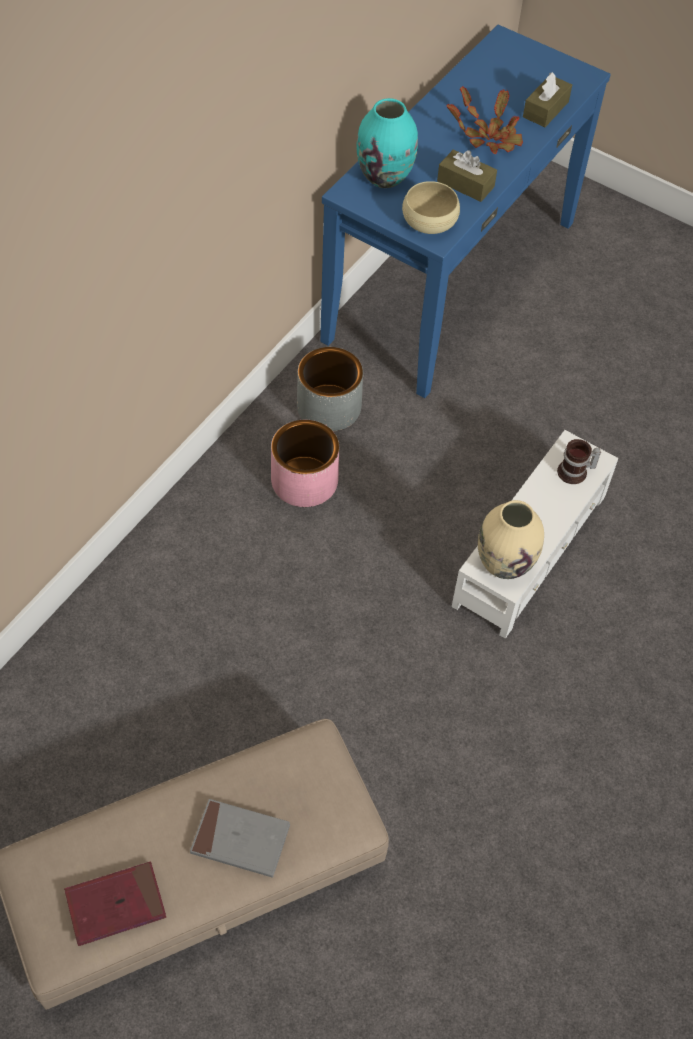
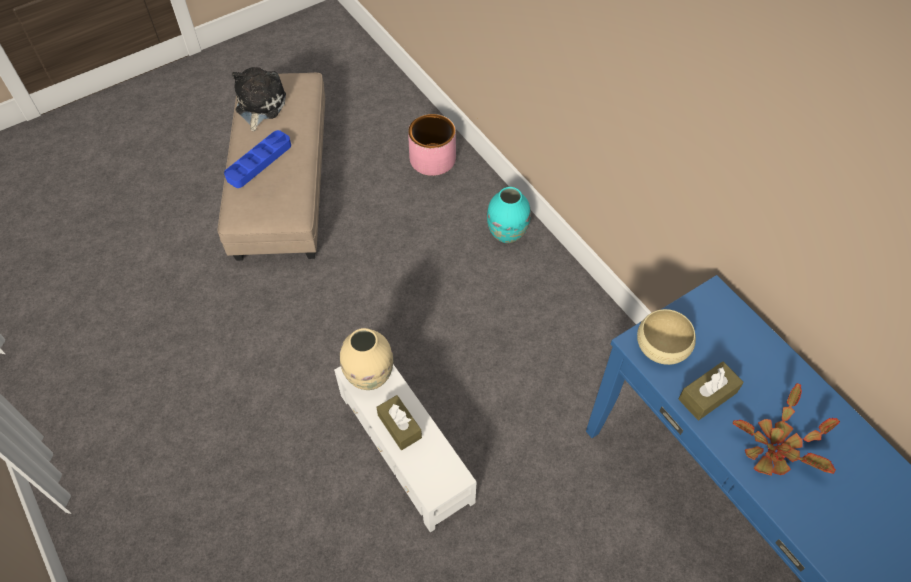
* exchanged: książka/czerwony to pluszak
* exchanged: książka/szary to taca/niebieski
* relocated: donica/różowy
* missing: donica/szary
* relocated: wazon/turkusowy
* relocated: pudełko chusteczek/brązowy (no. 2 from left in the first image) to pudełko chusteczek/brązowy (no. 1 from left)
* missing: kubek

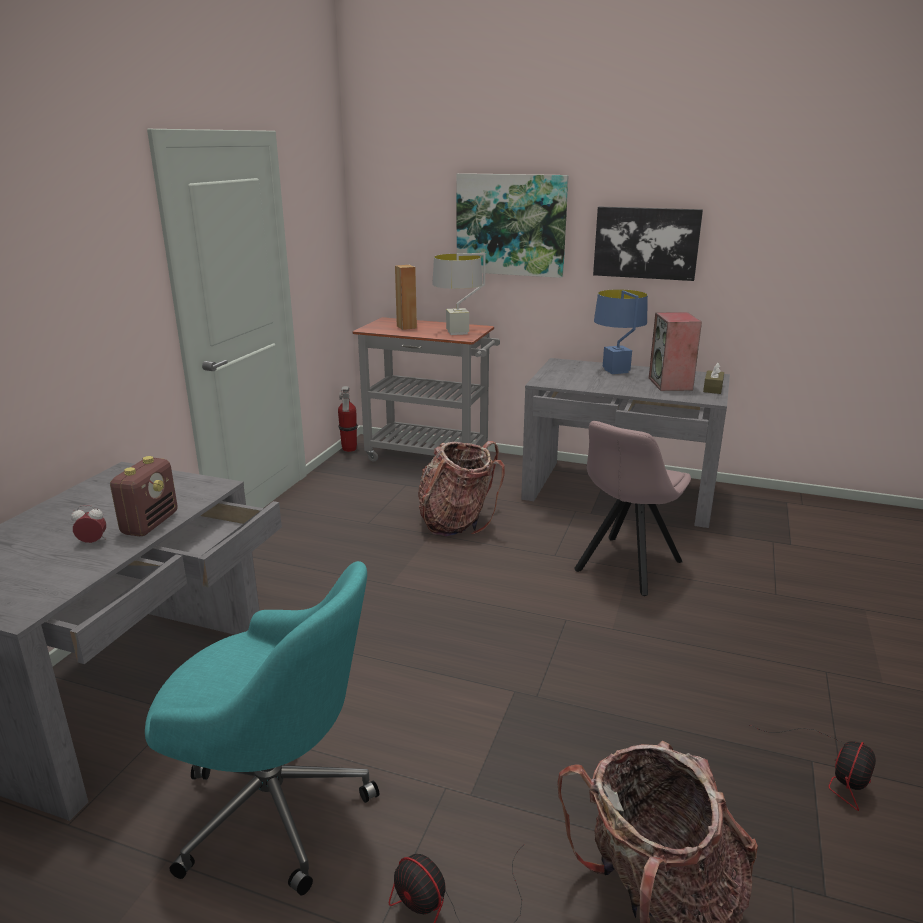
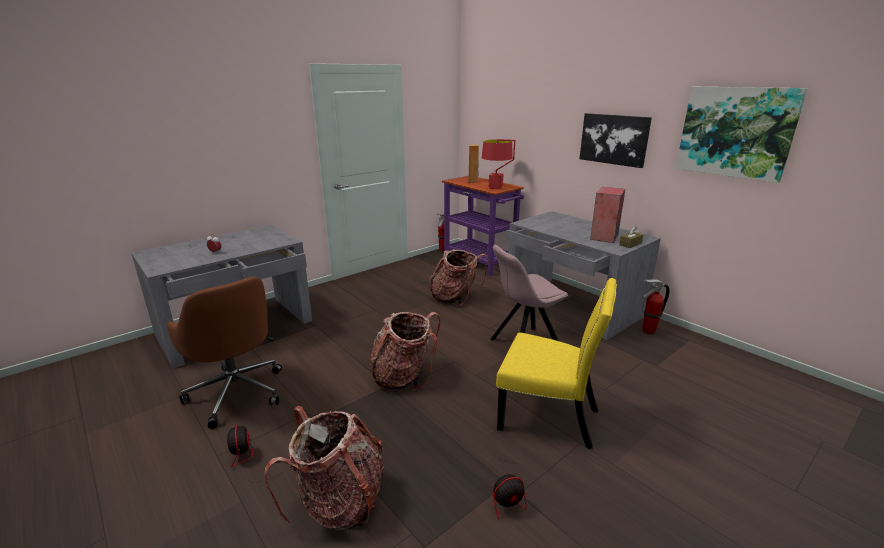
* missing: radio
* colour: krzesło biurowe/turkusowy to krzesło biurowe/brązowy
* colour: wózek/szary to wózek/fioletowy
* colour: lampa stołowa/szary to lampa stołowa/czerwony
* relocated: obraz (no. 1 from left in the first image) to obraz (no. 2 from left)
* missing: lampa stołowa/niebieski
* appeared: plecak (no. 2 from left)
* appeared: krzesło/żółty
* appeared: gaśnica (no. 2 from left)

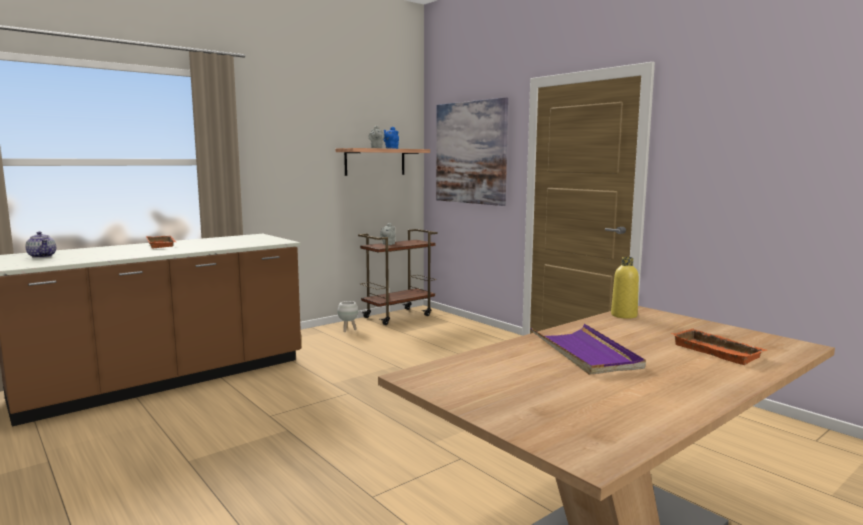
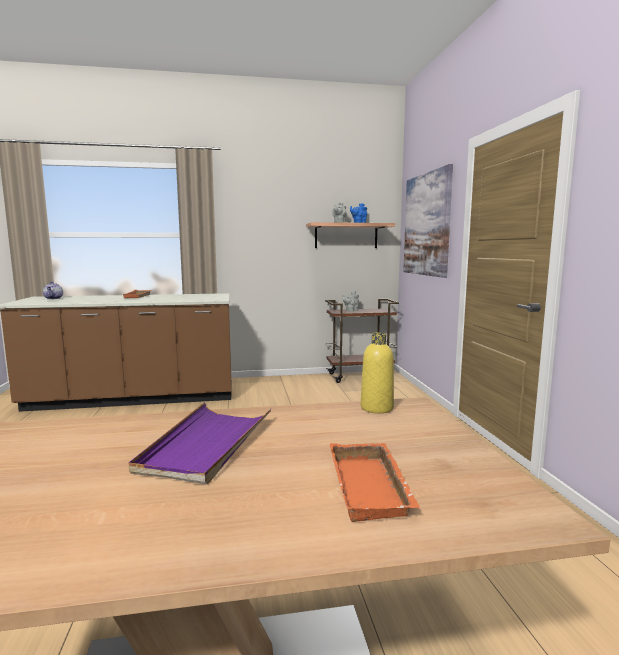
* missing: donica/biały

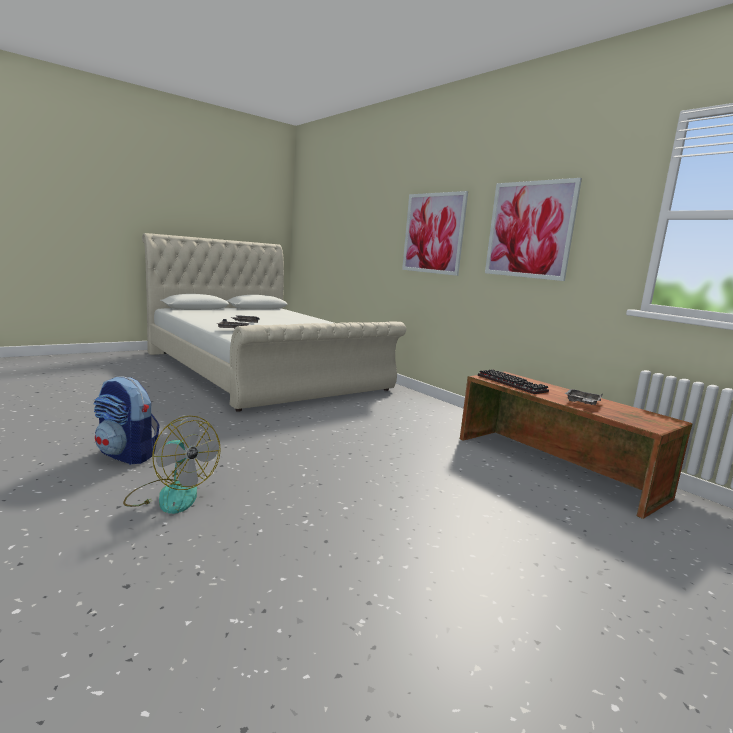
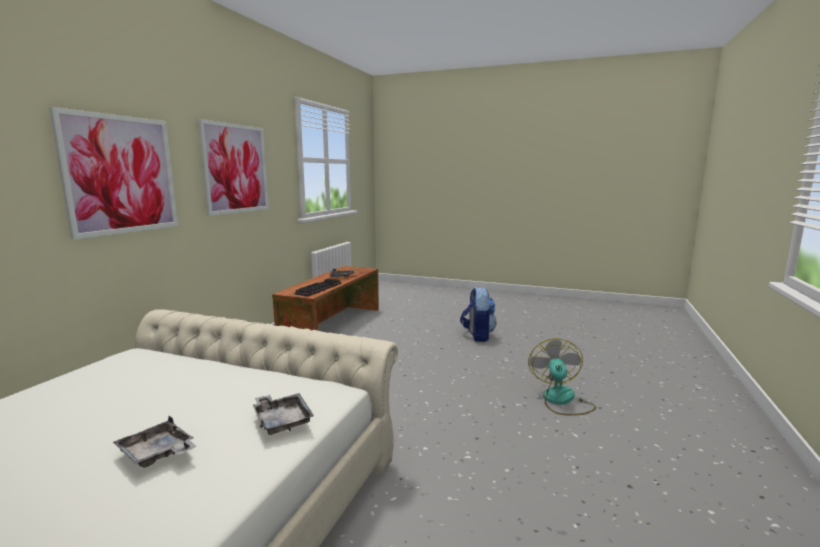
* relocated: plecak

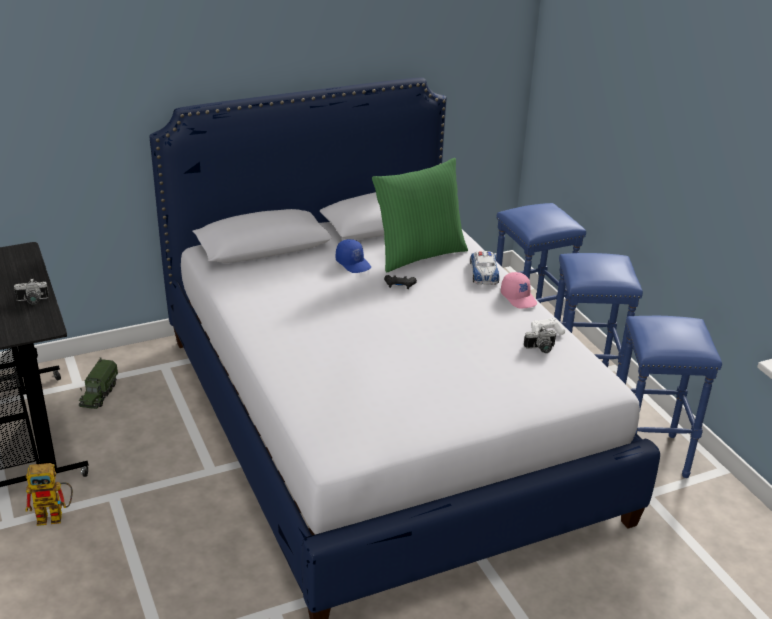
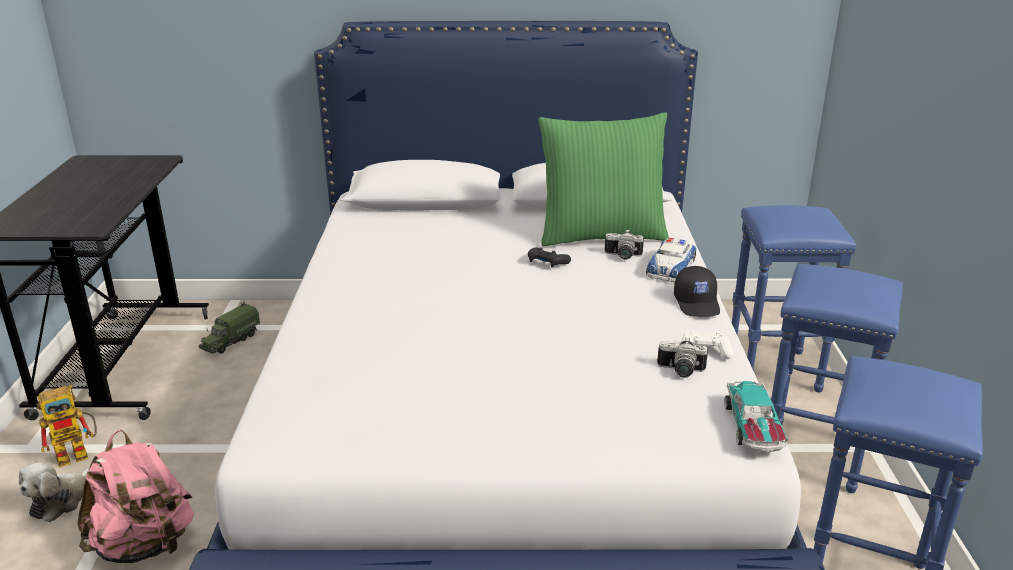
* relocated: aparat fotograficzny (no. 1 from left)
* spun: robot zabawkowy 45 degrees counterclockwise
* missing: czapka z daszkiem/niebieski
* colour: czapka z daszkiem/różowy to czapka z daszkiem/czarny
* appeared: pluszak
* appeared: plecak/różowy
* appeared: samochodzik (no. 2 from left)

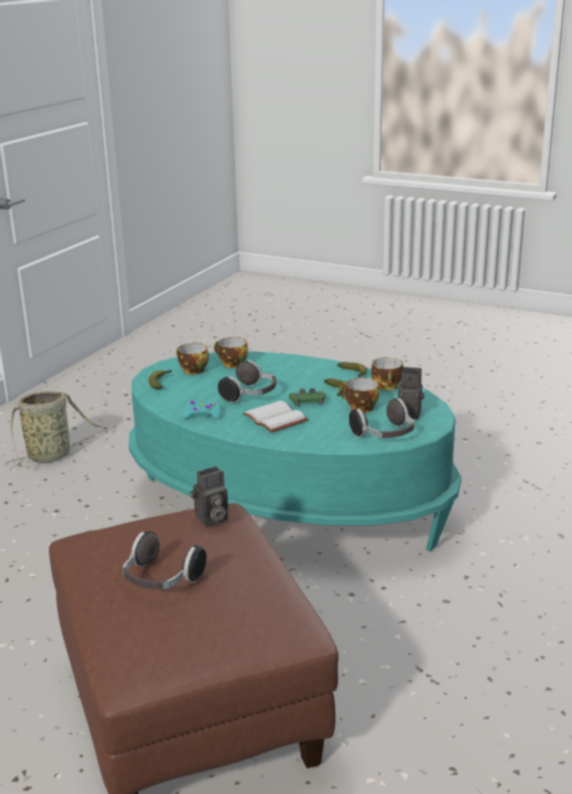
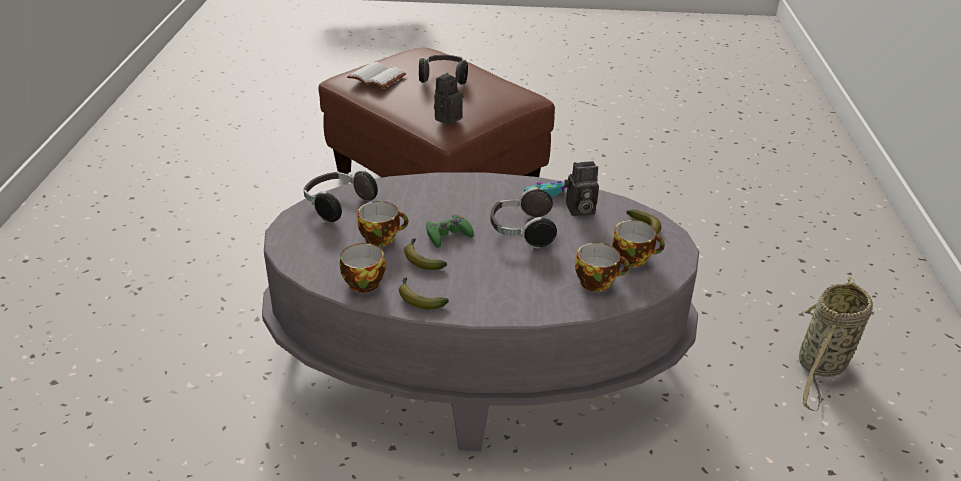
* colour: ława/turkusowy to ława/szary
* relocated: książka/biały
* relocated: aparat fotograficzny (no. 2 from left)

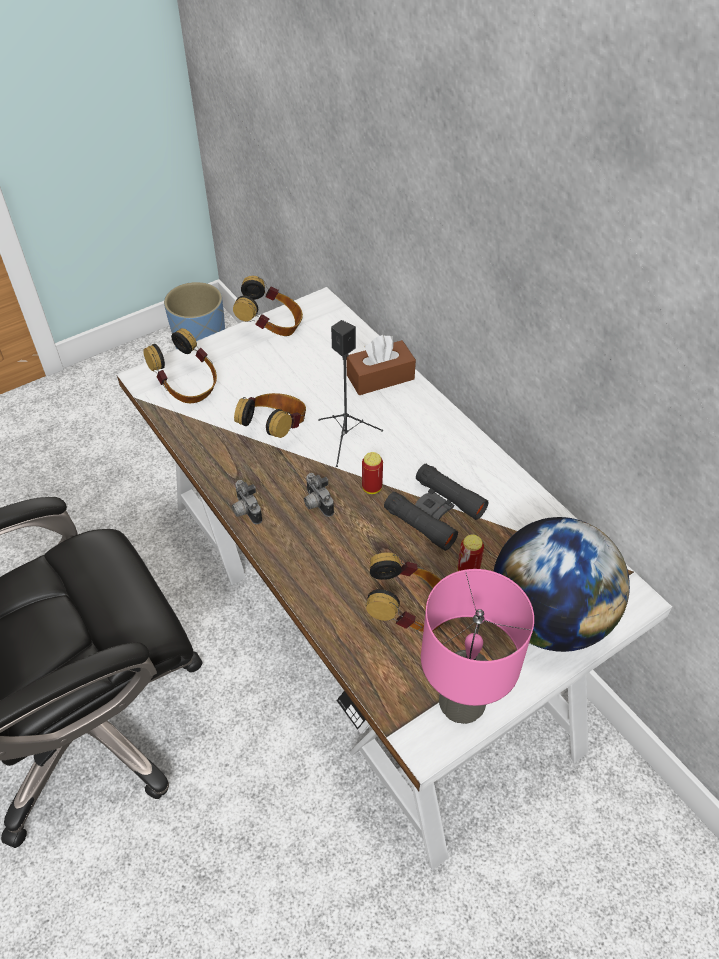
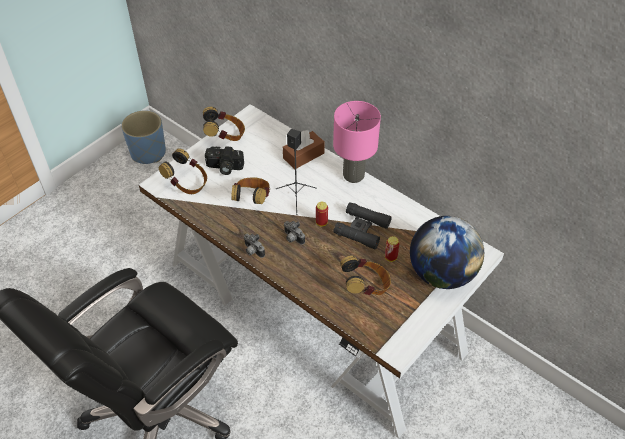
* relocated: lampa stołowa/różowy
* appeared: aparat fotograficzny (no. 1 from left)

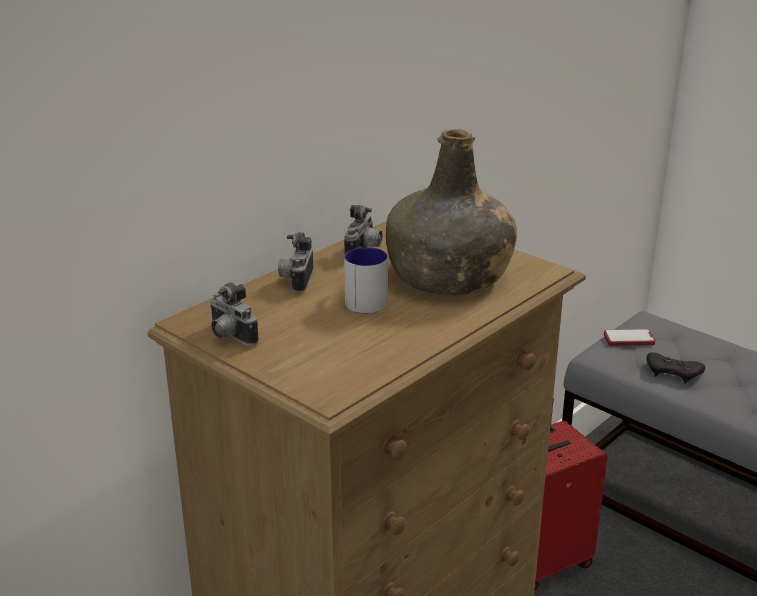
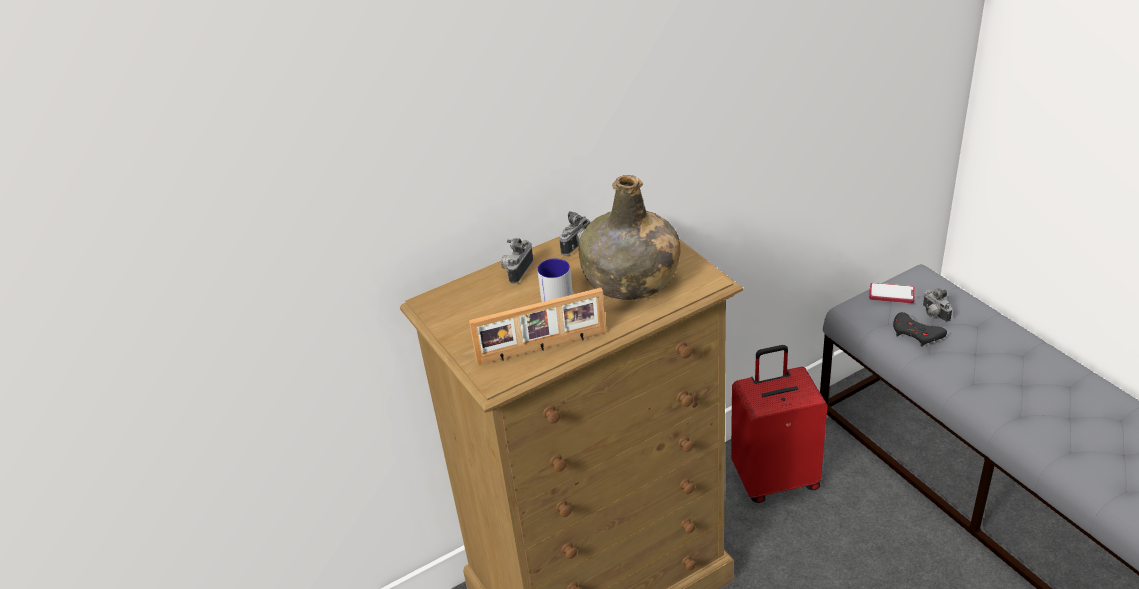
* relocated: aparat fotograficzny (no. 1 from left in the first image) to aparat fotograficzny (no. 3 from left)
* appeared: ramka na zdjęcie

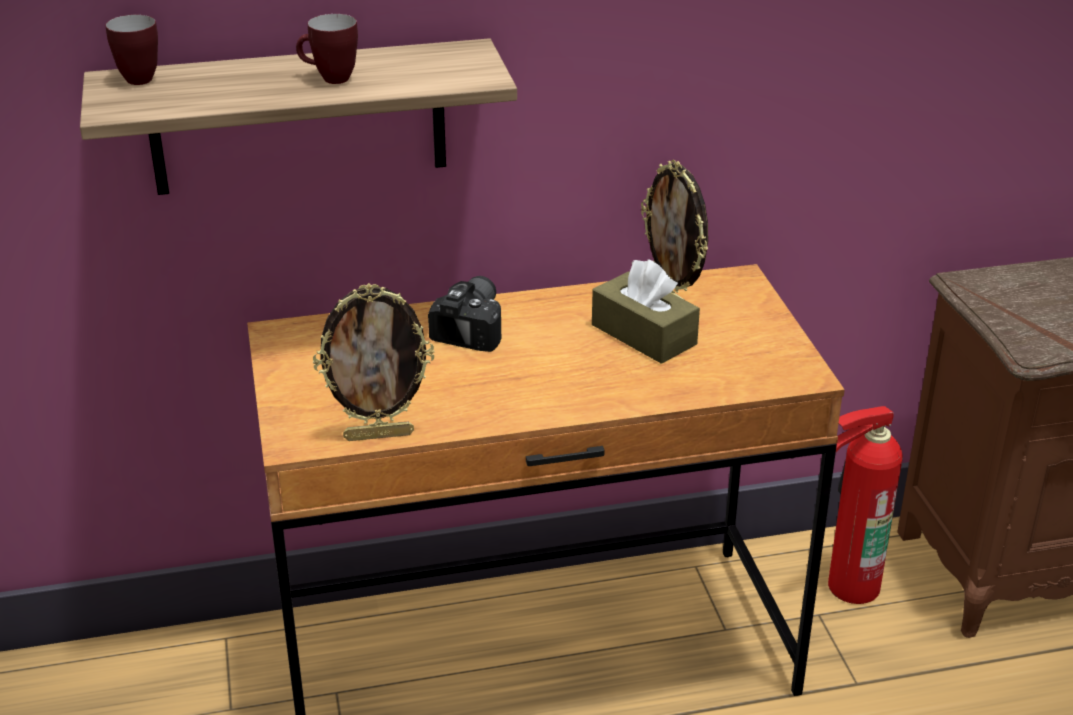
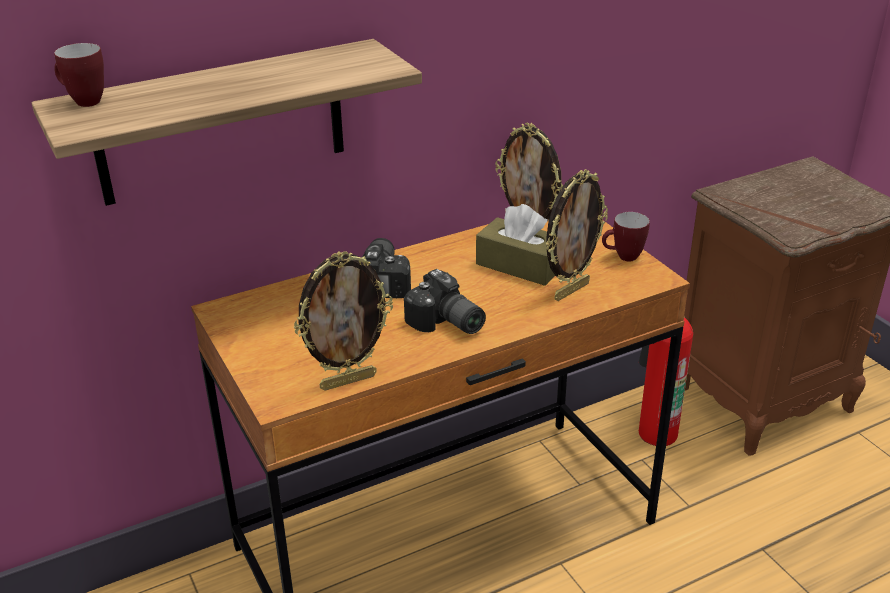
* relocated: kubek (no. 2 from left)
* appeared: aparat fotograficzny (no. 2 from left)
* appeared: ramka na zdjęcie (no. 3 from left)

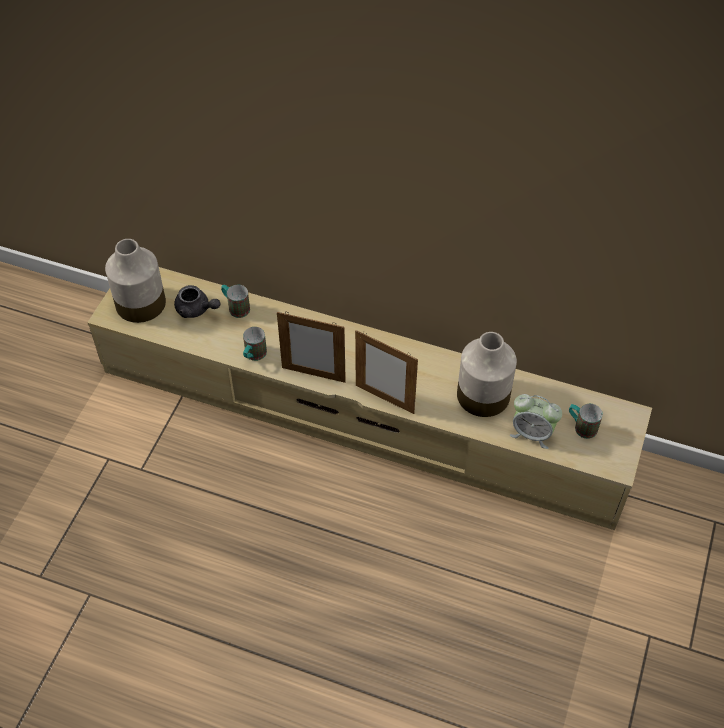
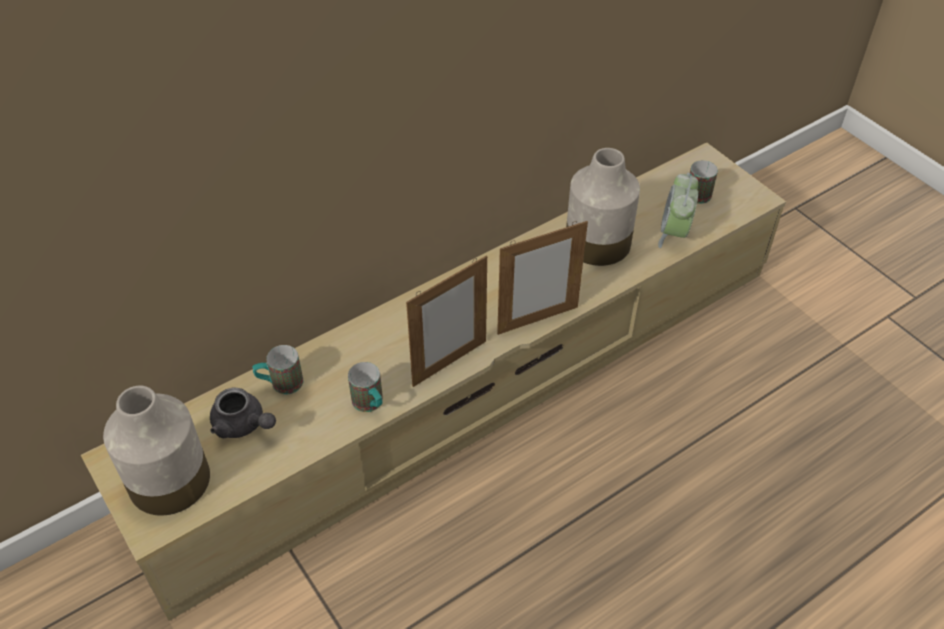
* spun: imbryk/szary 60 degrees clockwise
* spun: budzik 135 degrees clockwise

